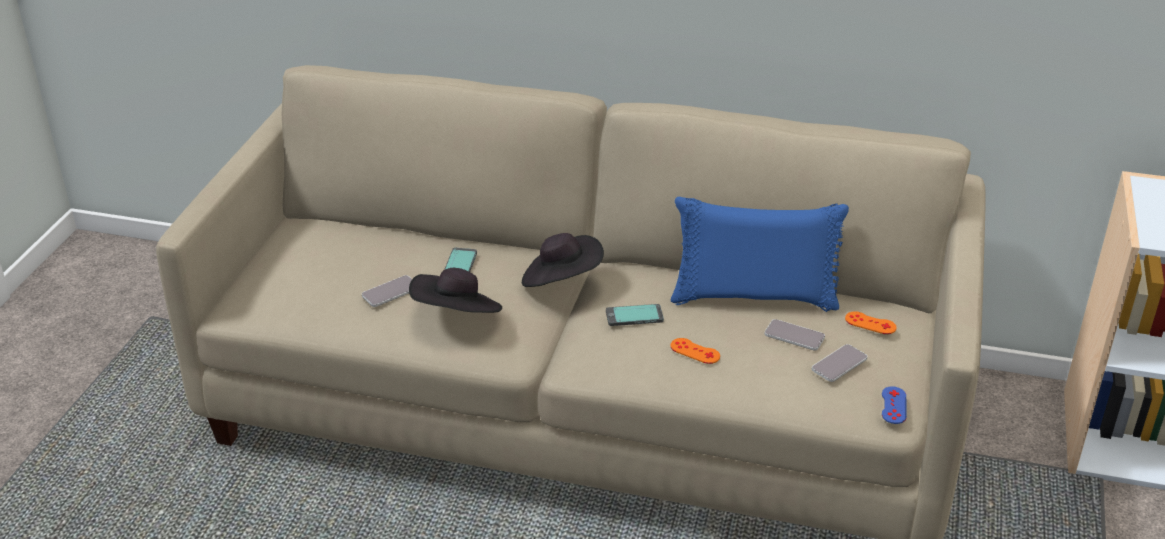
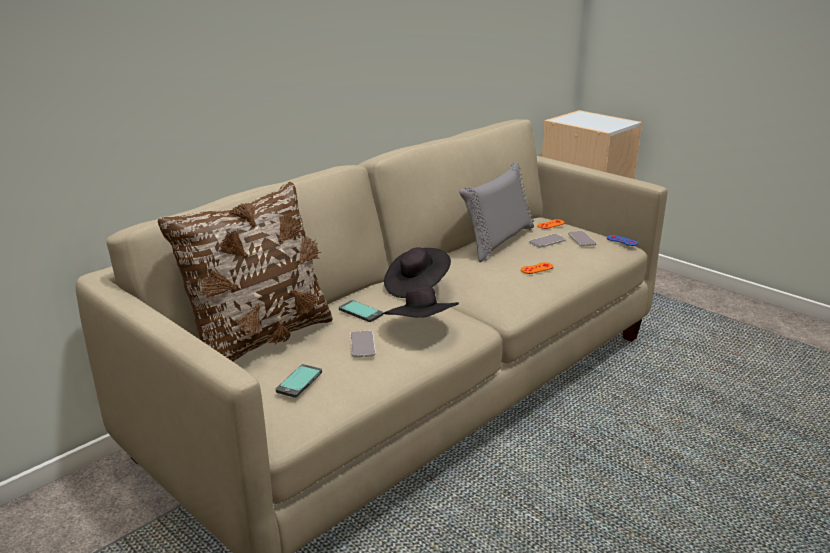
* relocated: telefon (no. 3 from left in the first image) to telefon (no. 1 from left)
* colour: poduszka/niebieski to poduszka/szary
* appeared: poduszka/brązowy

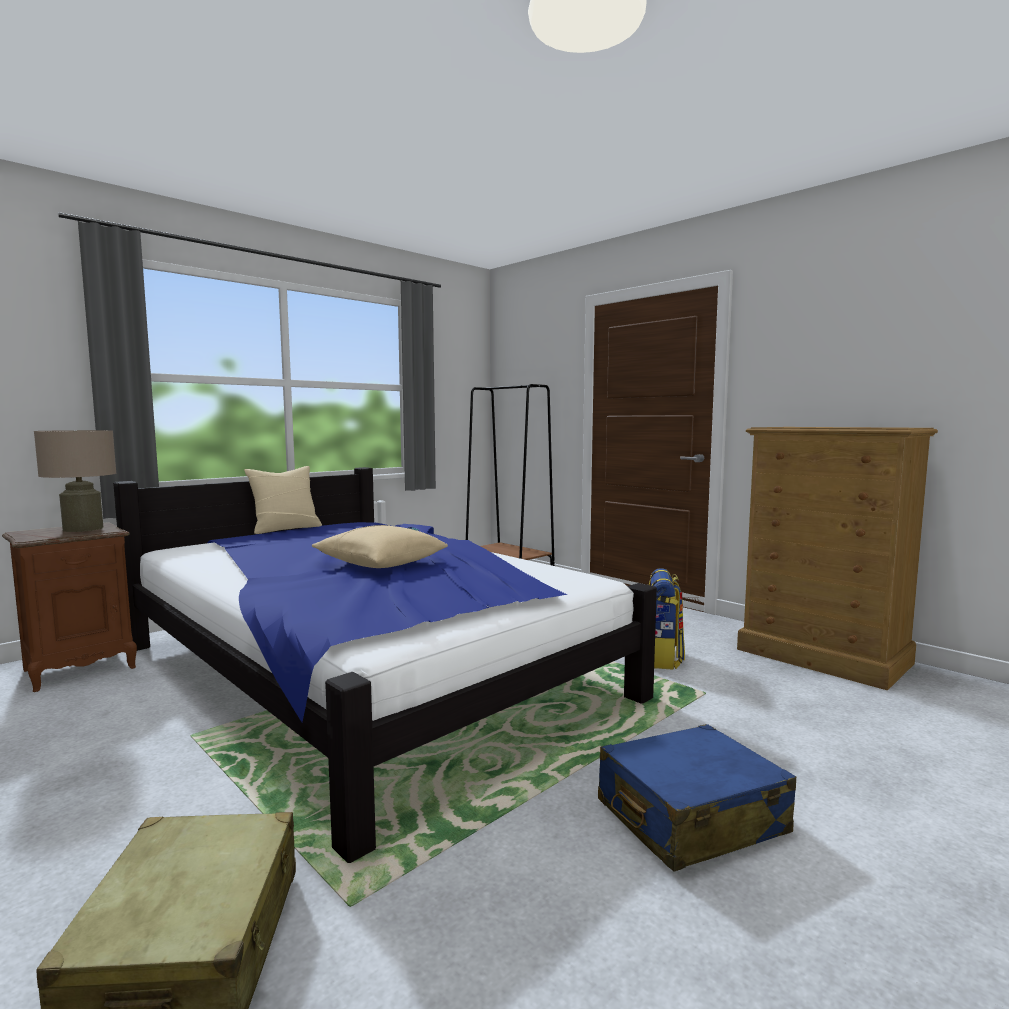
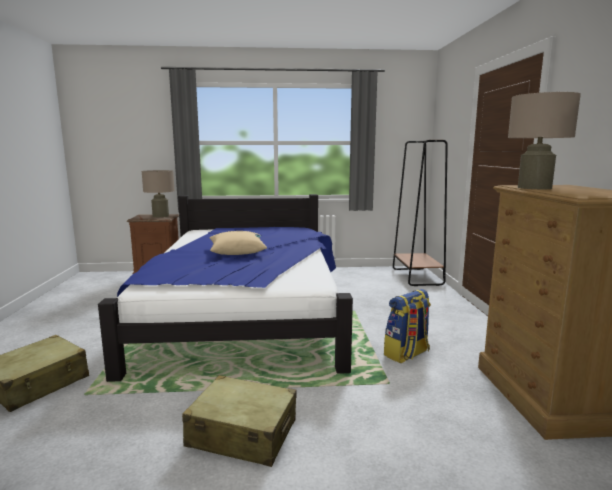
* missing: poduszka/beżowy (no. 1 from left)
* colour: walizka/niebieski to walizka/beżowy (no. 2 from left)
* appeared: lampa stołowa/beżowy (no. 2 from left)

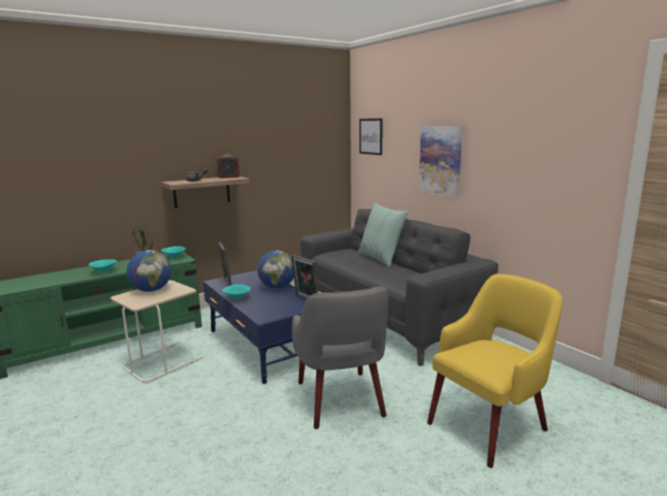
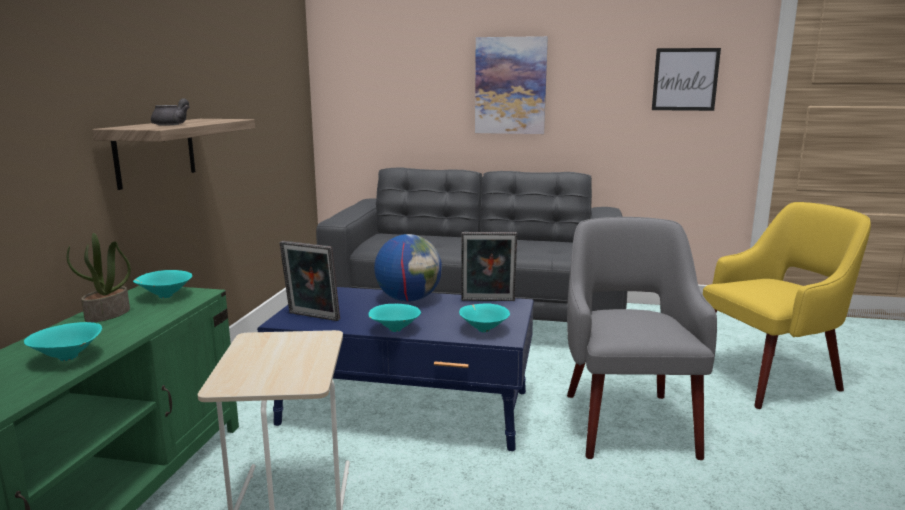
* missing: globus (no. 1 from left)
* missing: budzik
* spun: fotel/szary 120 degrees counterclockwise
* missing: poduszka
* relocated: obraz (no. 1 from left in the first image) to obraz (no. 2 from left)
* spun: fotel/żółty 60 degrees clockwise
* appeared: miska/turkusowy (no. 4 from left)

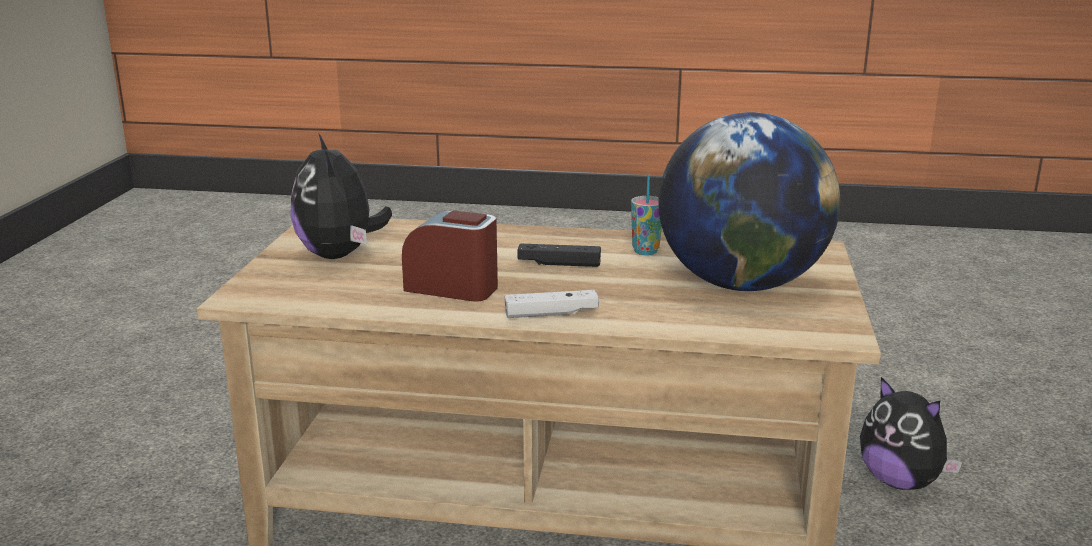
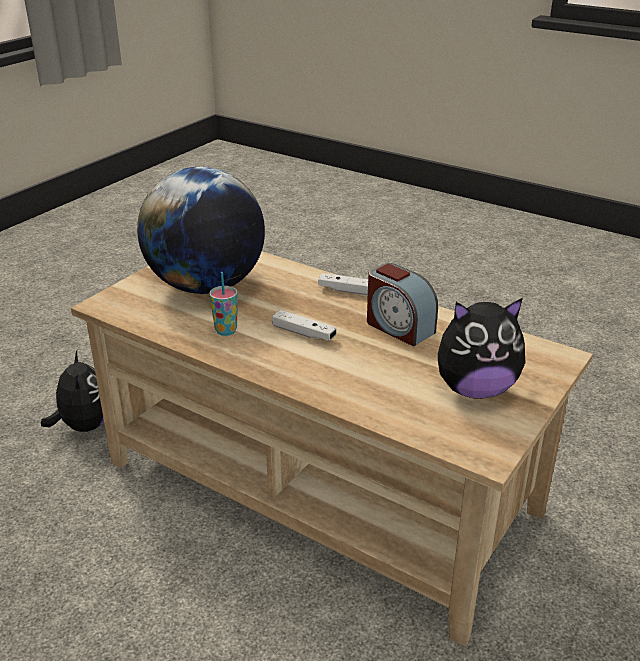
* spun: pluszak (no. 1 from left in the first image) 75 degrees clockwise
* colour: pad do gier/czarny to pad do gier/biały (no. 1 from left)

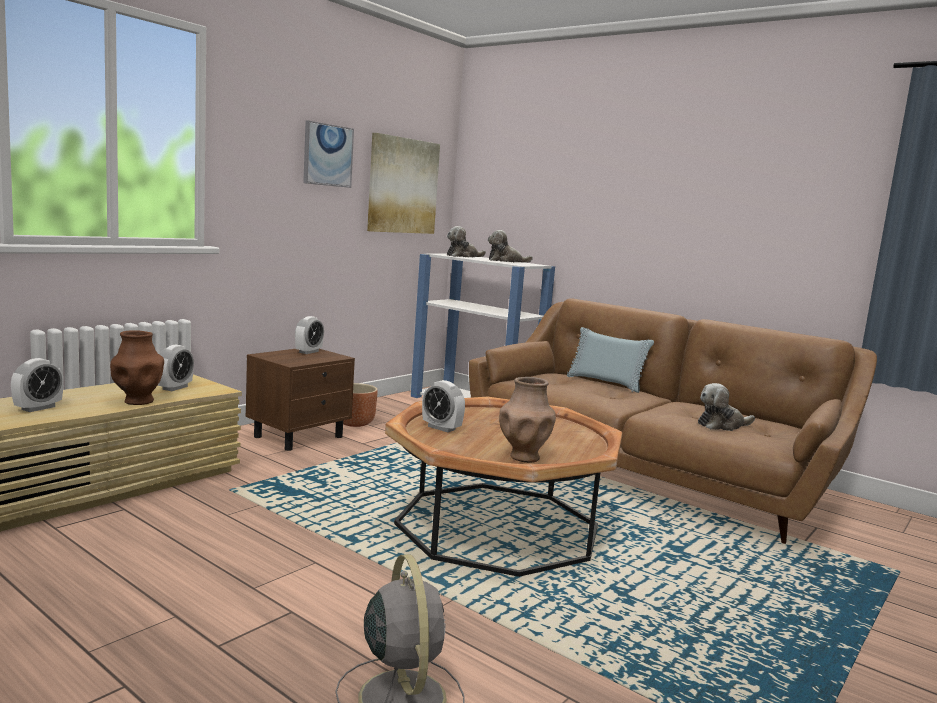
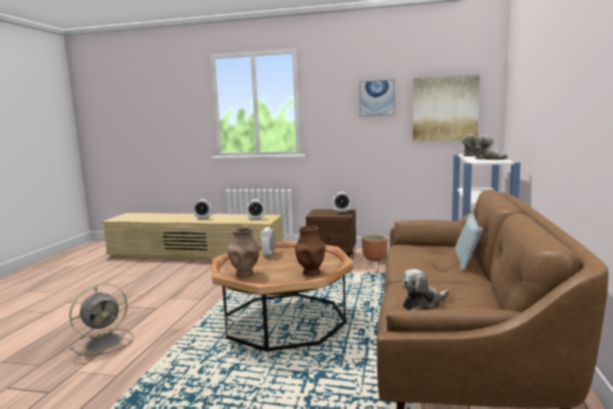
* relocated: wazon/brązowy (no. 1 from left in the first image) to wazon/brązowy (no. 2 from left)
* spun: pluszak (no. 3 from left in the first image) 75 degrees counterclockwise

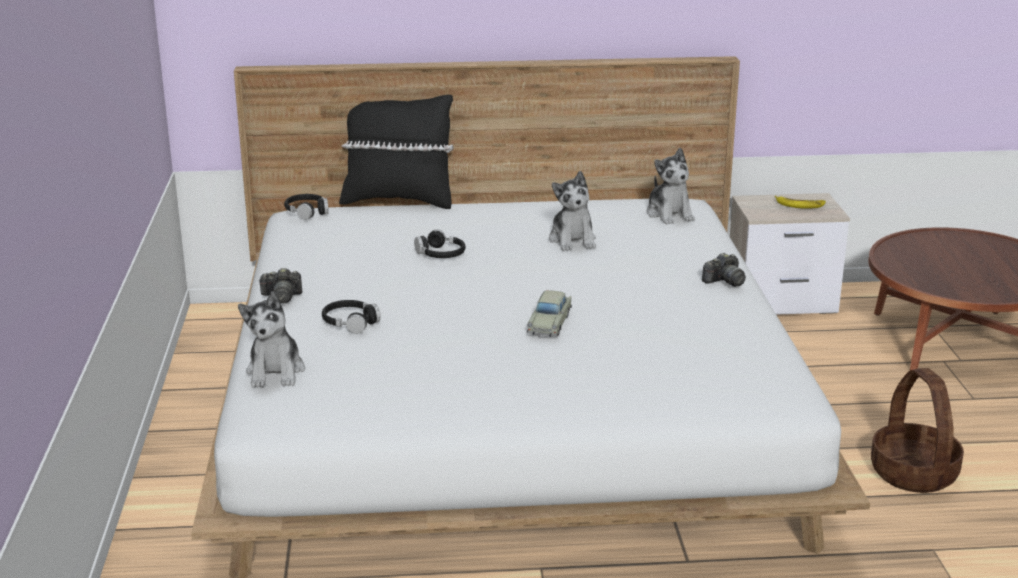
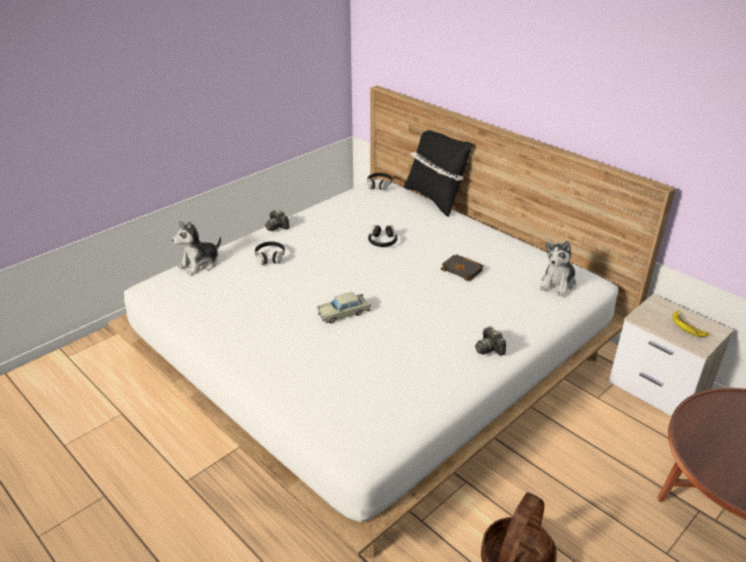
* exchanged: pluszak (no. 2 from left) to książka/czarny
* spun: aparat fotograficzny (no. 2 from left) 45 degrees clockwise

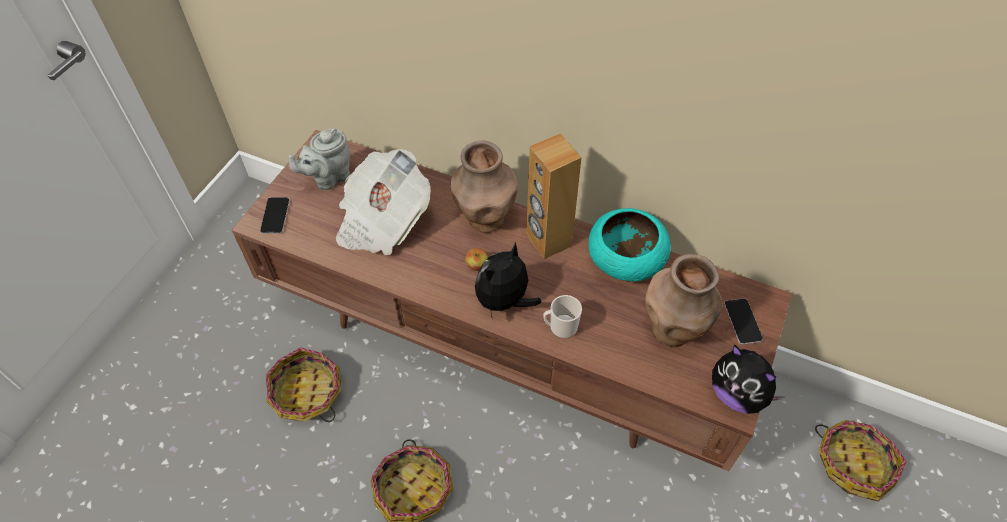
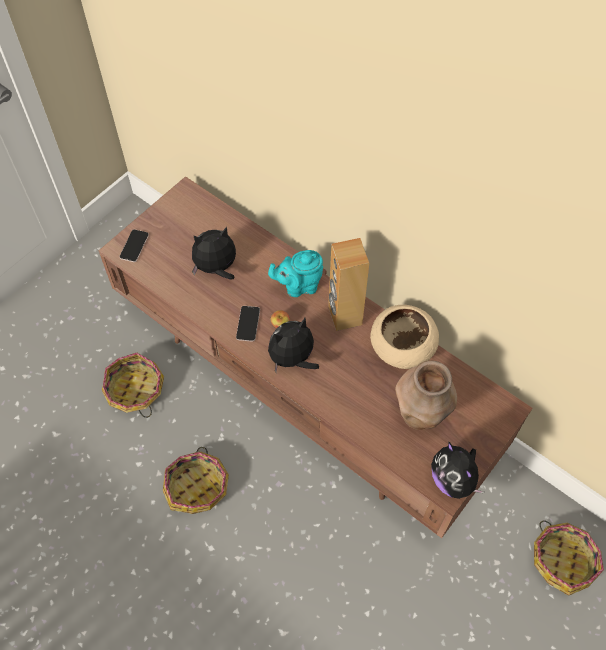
* missing: imbryk/szary
* exchanged: gazeta to pluszak (no. 1 from left)
* exchanged: wazon/brązowy (no. 1 from left) to imbryk/turkusowy
* missing: kubek
* colour: miska/turkusowy to miska/beżowy
* relocated: telefon (no. 2 from left)

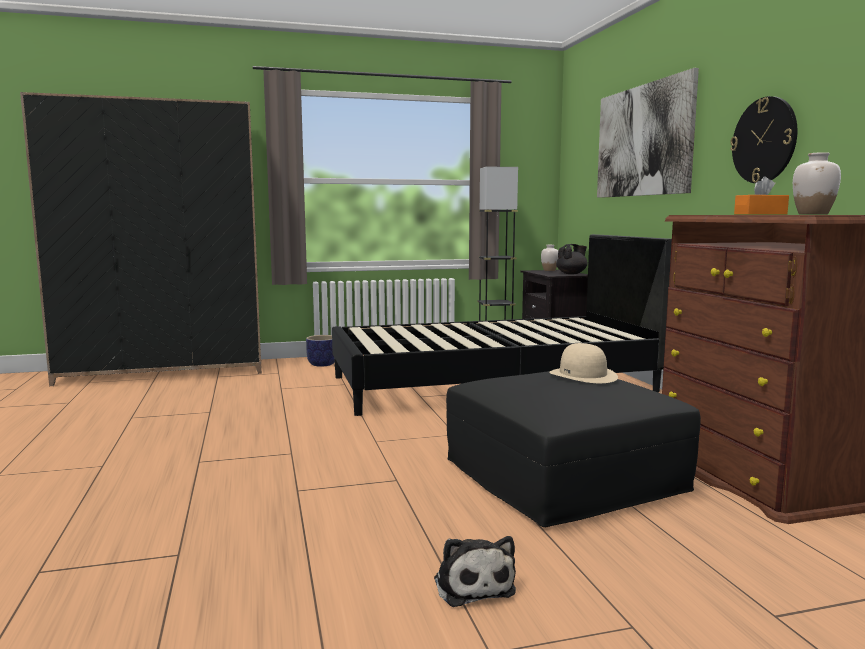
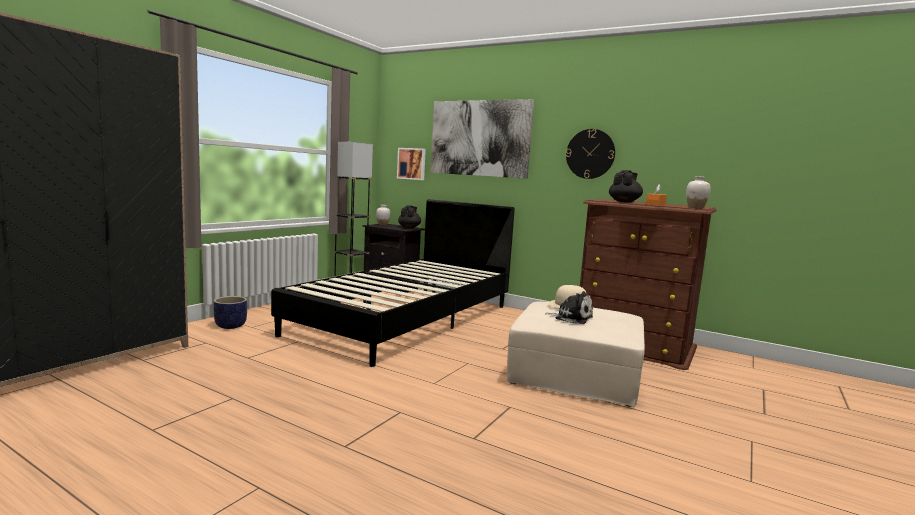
* relocated: pluszak
* colour: pufa/czarny to pufa/beżowy
* appeared: obraz (no. 1 from left)
* appeared: imbryk/czarny (no. 2 from left)

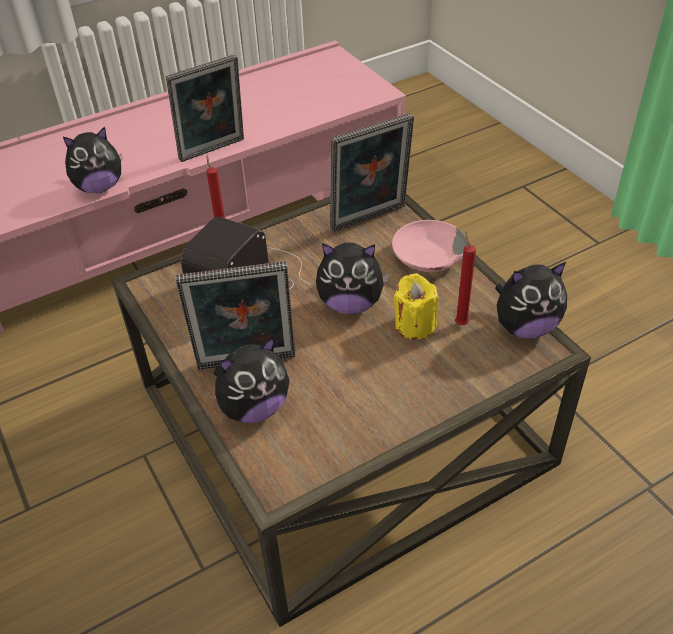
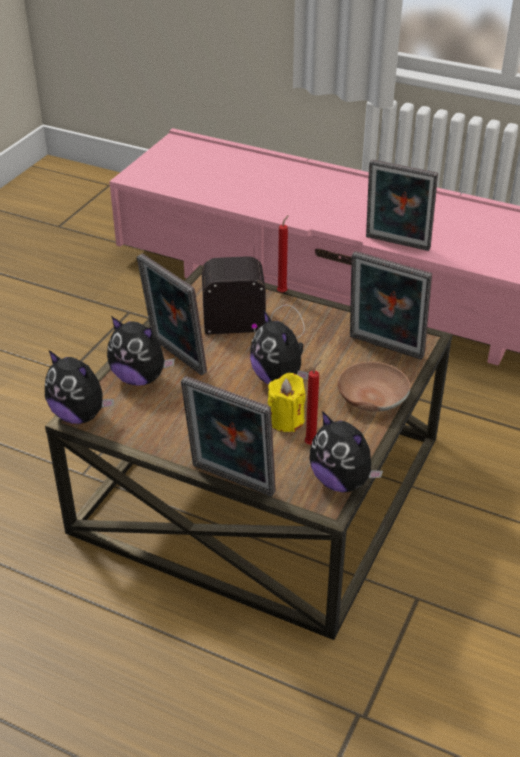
* relocated: pluszak (no. 1 from left)
* colour: miska/różowy to miska/brązowy
* appeared: ramka na zdjęcie (no. 2 from left)

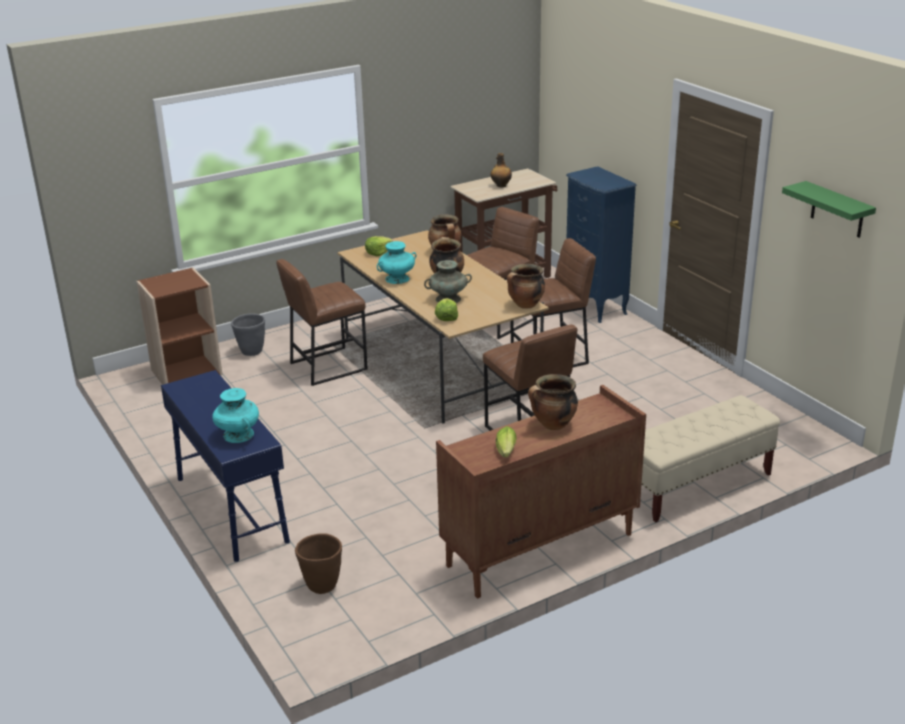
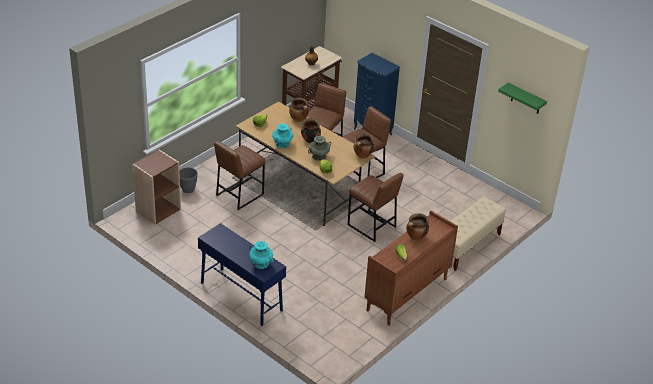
* missing: donica/brązowy

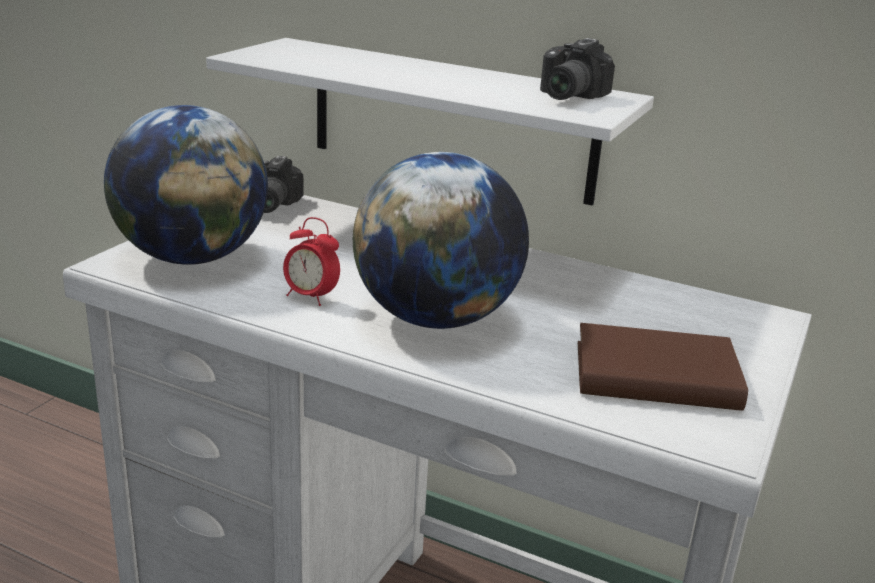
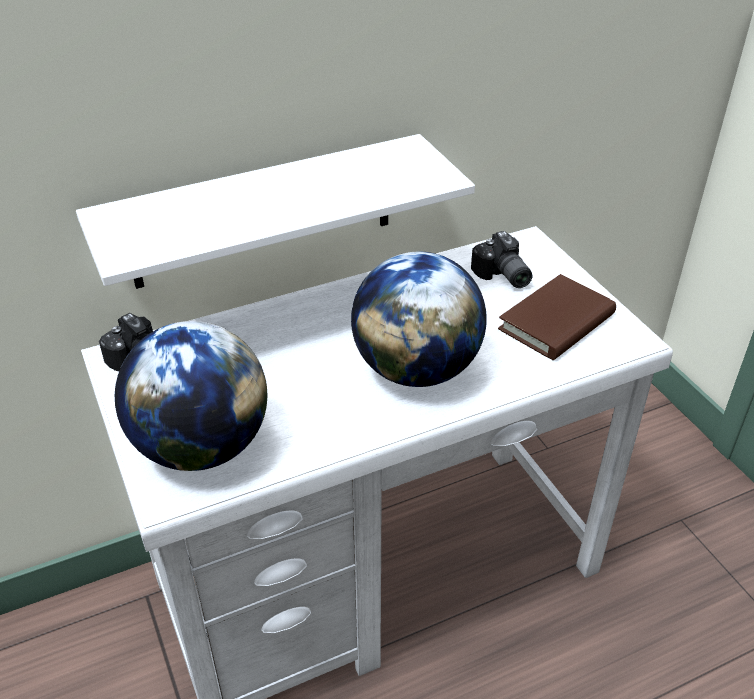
* missing: budzik
* relocated: aparat fotograficzny (no. 2 from left)

